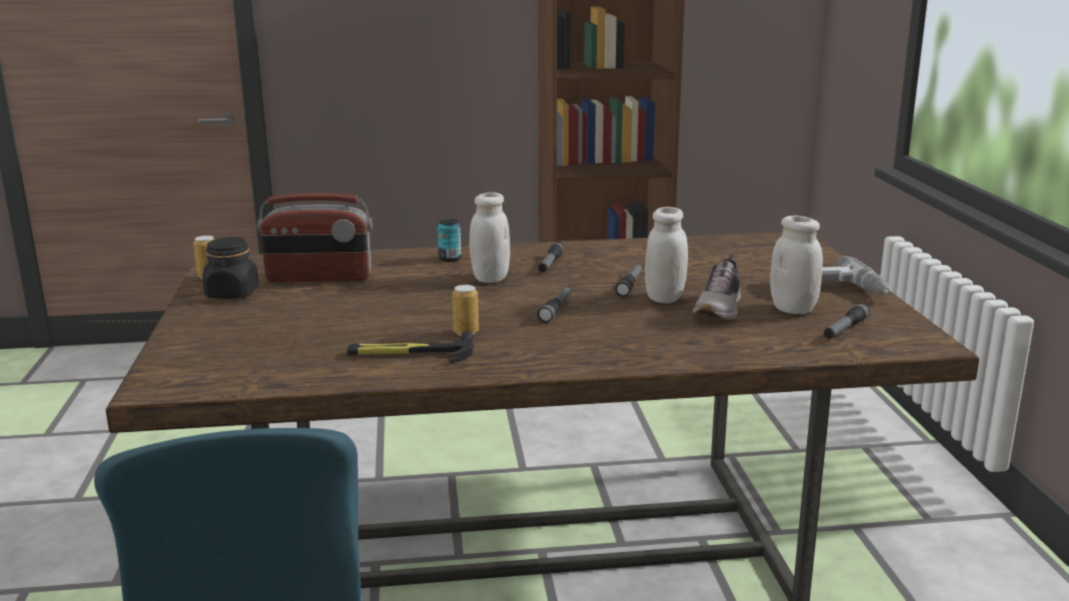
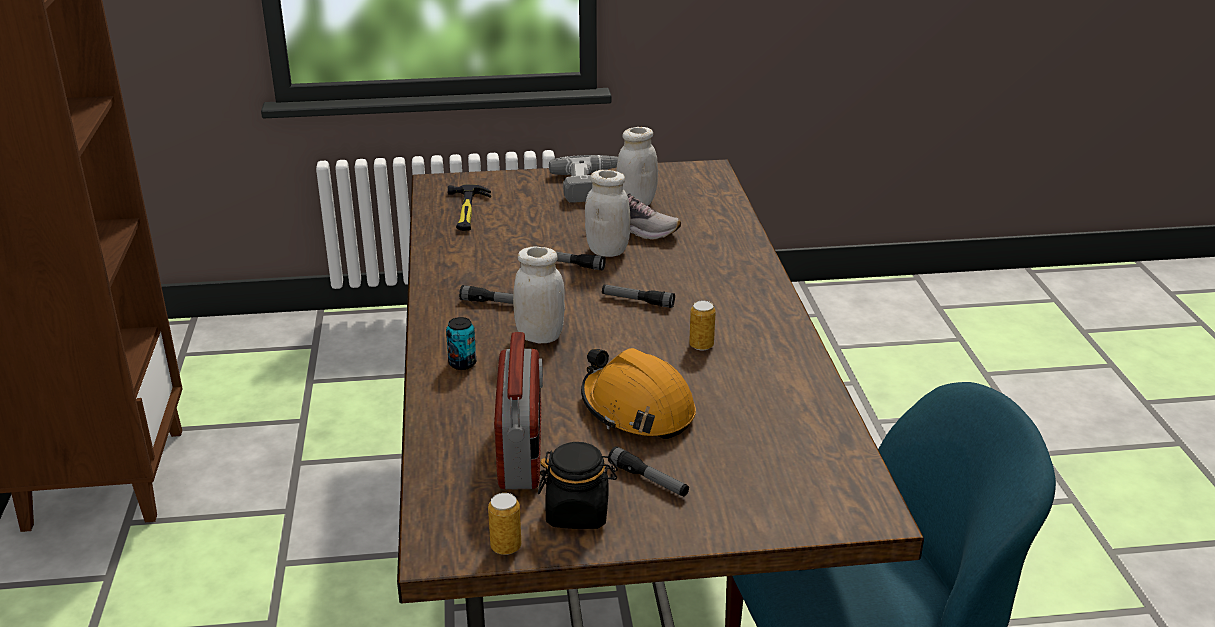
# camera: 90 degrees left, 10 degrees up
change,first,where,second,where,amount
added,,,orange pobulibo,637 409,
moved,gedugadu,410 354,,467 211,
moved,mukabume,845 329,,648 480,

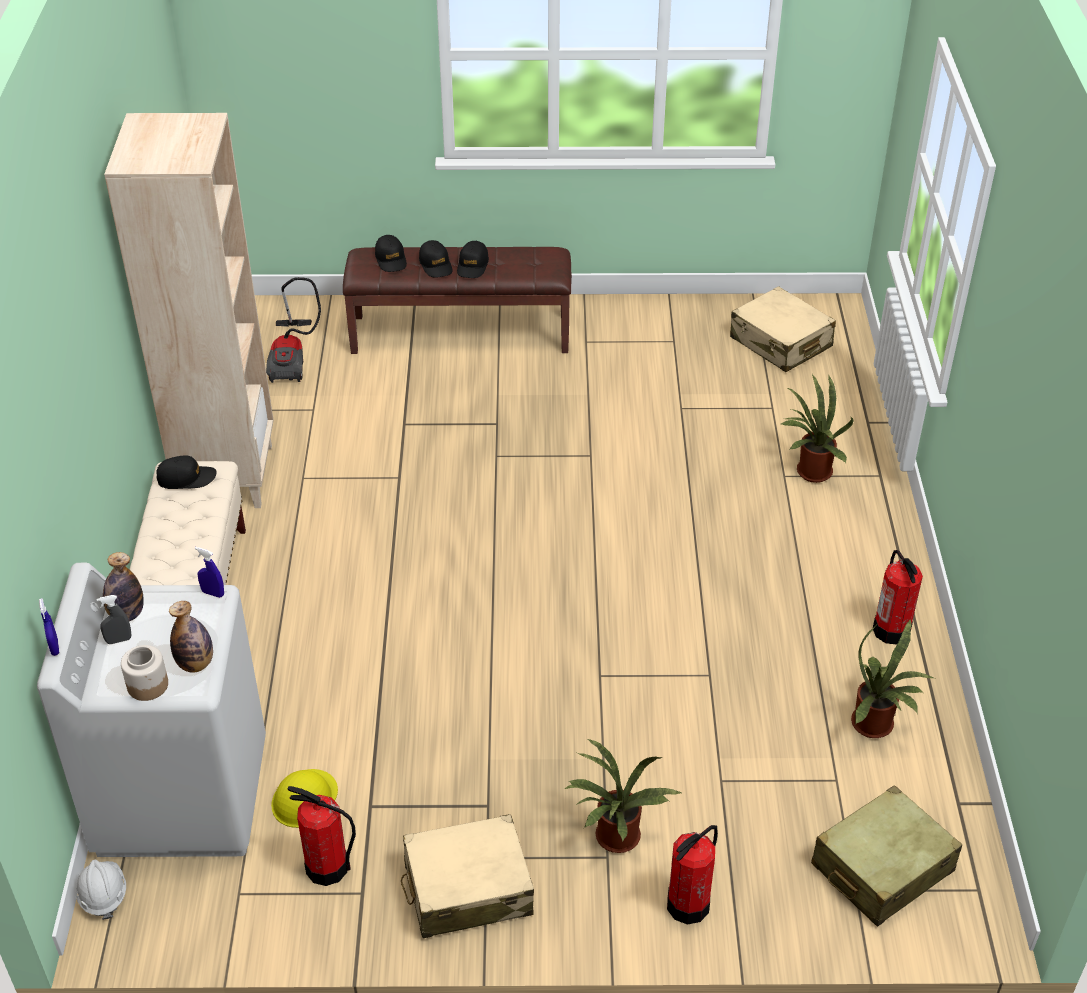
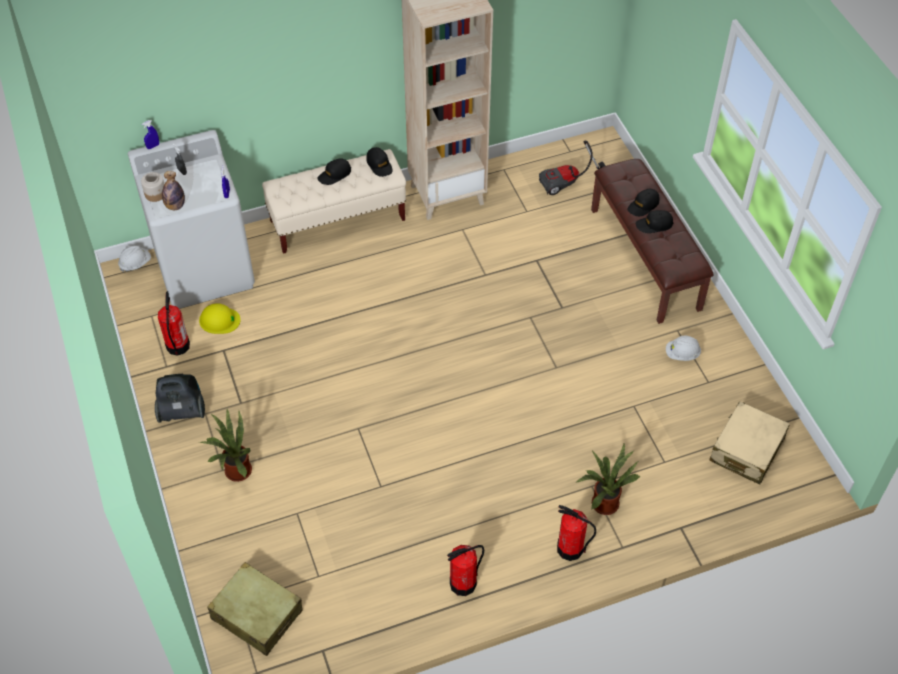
# camera: 70 degrees right, 10 degrees up
change,first,where,second,where,amount
removed,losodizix,126 614,,,
removed,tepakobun,876 726,,,
added,,,white pobulibo,682 354,
moved,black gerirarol,391 259,,334 175,
moved,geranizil,689 905,,570 549,
replaced,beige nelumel,467 889,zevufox,182 411,

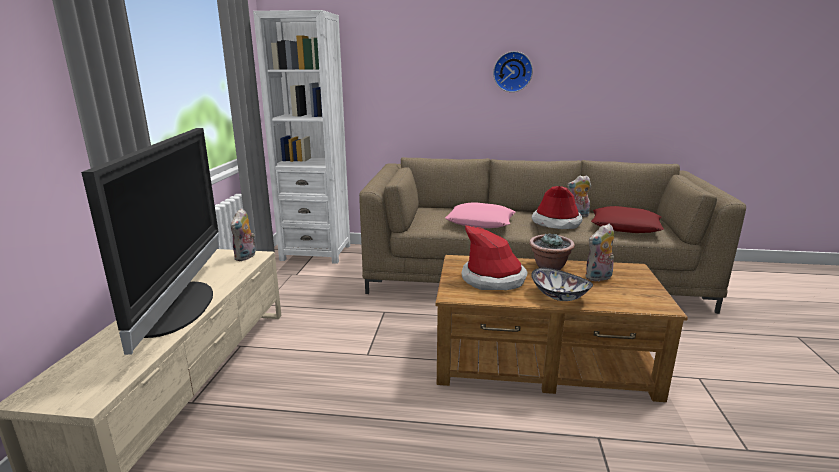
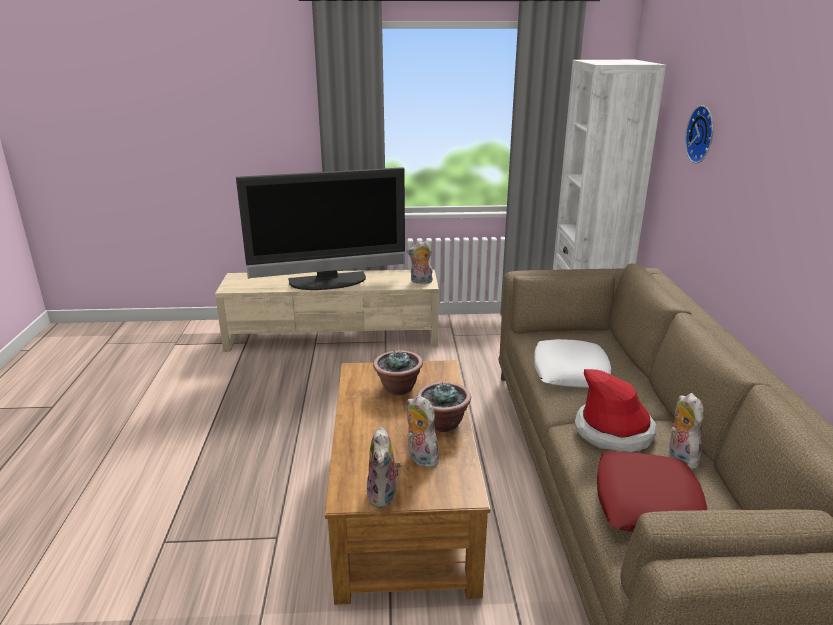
# camera: 80 degrees right, 5 degrees up
change,first,where,second,where,amount
removed,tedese,559 296,,,
added,,,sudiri,384 496,
moved,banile,512 71,,703 134,
replaced,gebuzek,493 279,tepakobun,398 388,
recoloured,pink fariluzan,480 222,white fariluzan,571 371,

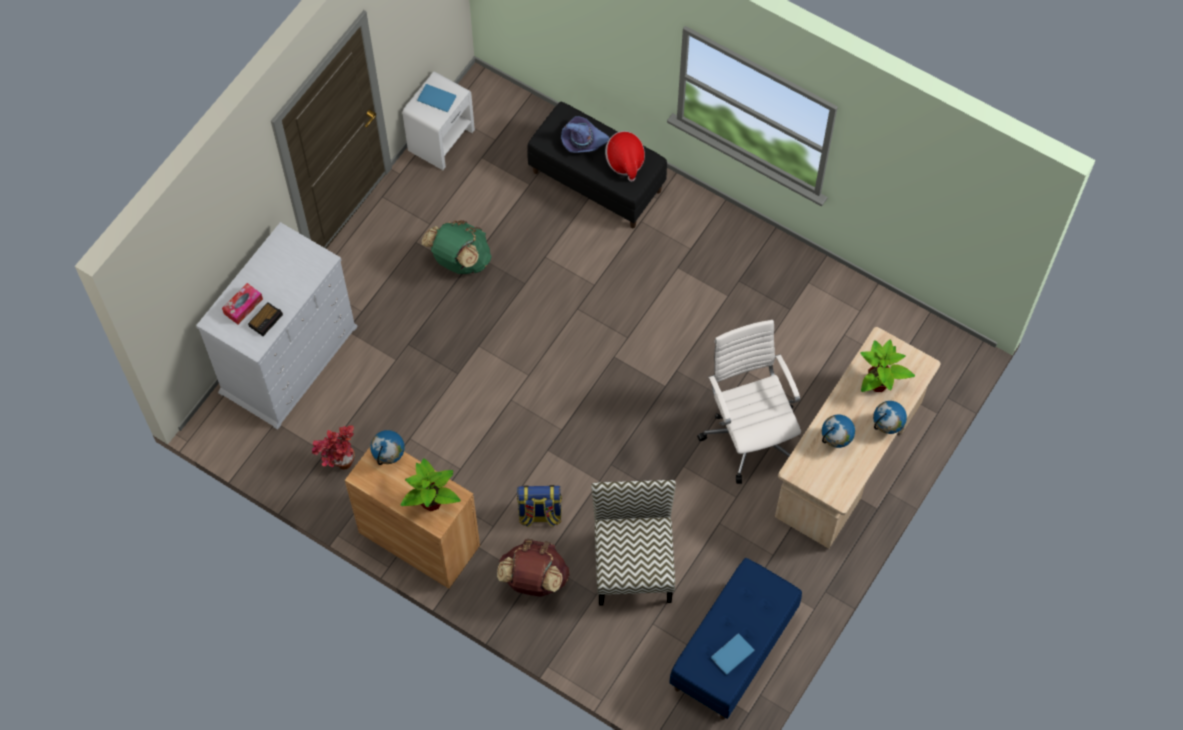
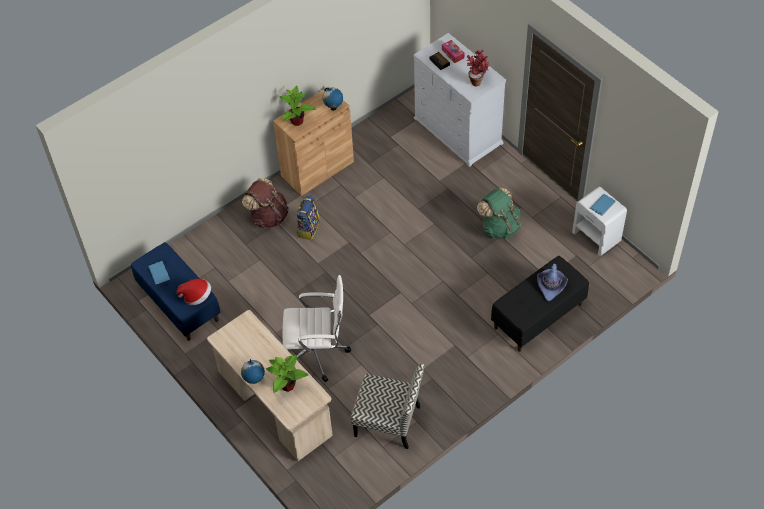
# camera: 110 degrees right, 10 degrees down
change,first,where,second,where,amount
removed,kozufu,835 441,,,
moved,tepakobun,338 462,,477 80,
moved,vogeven,632 564,,389 421,
moved,gebuzek,625 161,,197 297,

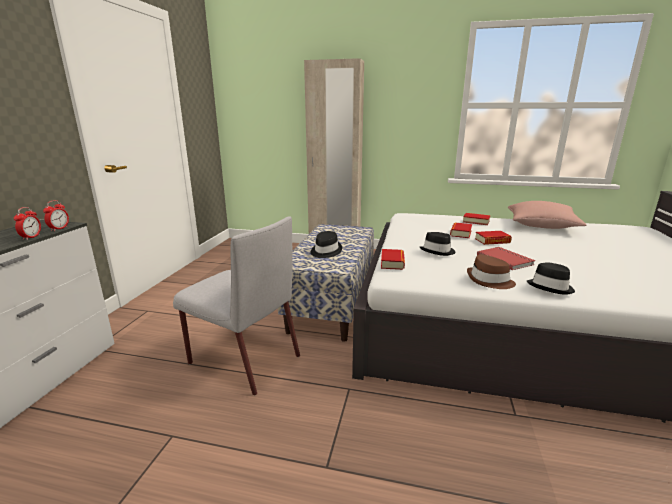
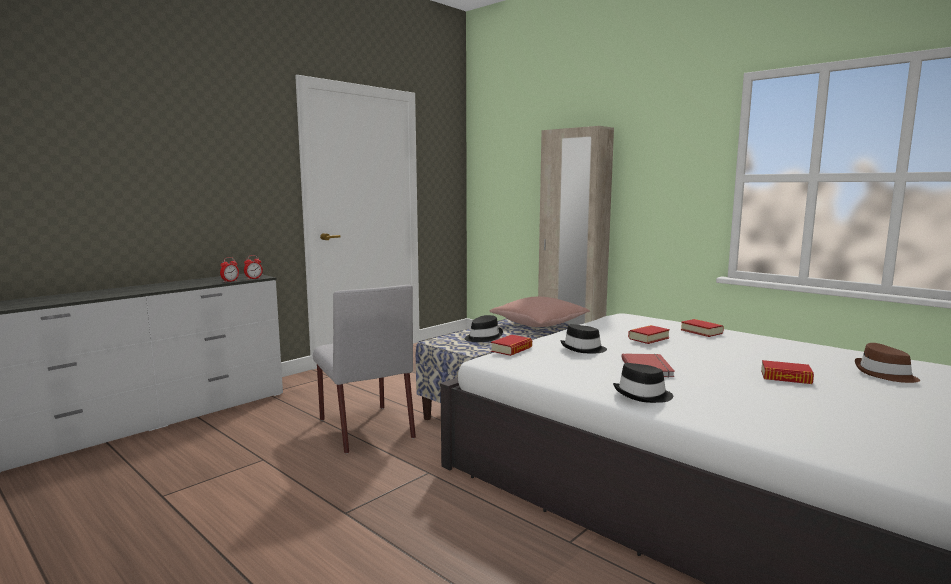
# camera: 30 degrees right, 10 degrees down
change,first,where,second,where,amount
moved,brown gebuzek,489 281,,884 374,
moved,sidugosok,492 241,,786 377,
moved,pink fariluzan,541 225,,539 324,

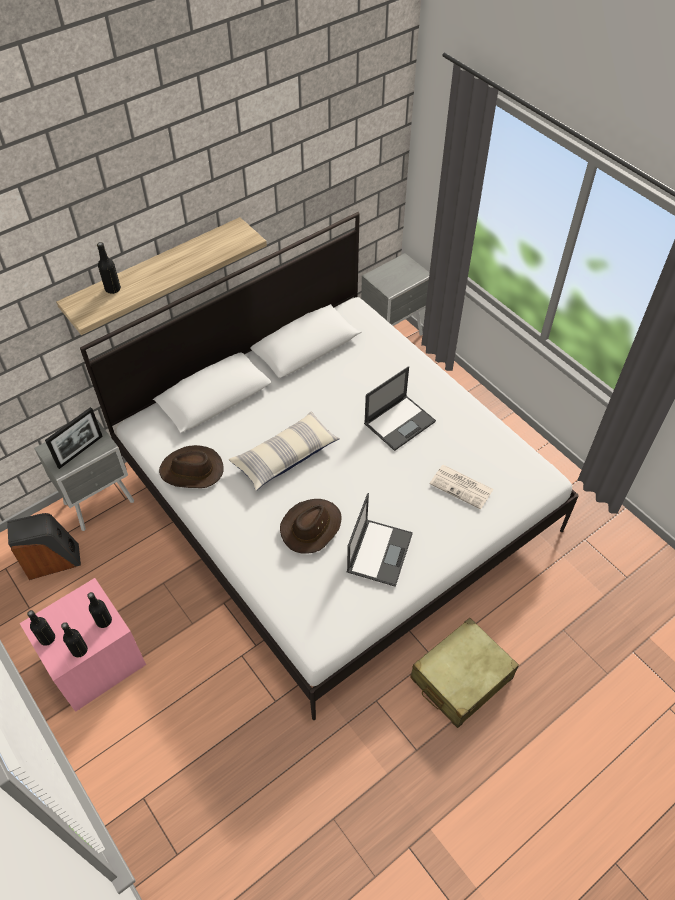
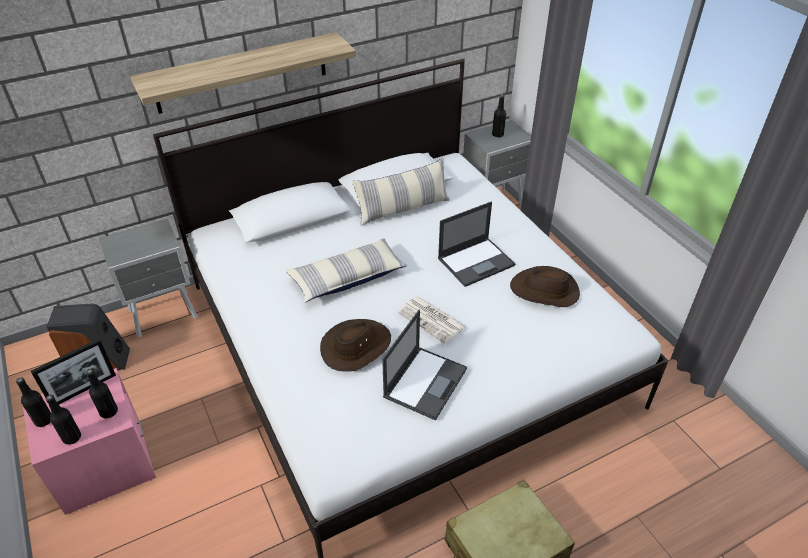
# camera: 10 degrees right, 10 degrees down
change,first,where,second,where,amount
added,,,fariluzan,403 209,
moved,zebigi,80 451,,83 390,
moved,black losodizix,113 289,,497 135,
moved,brown gebuzek,192 471,,545 291,
moved,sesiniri,462 487,,432 320,

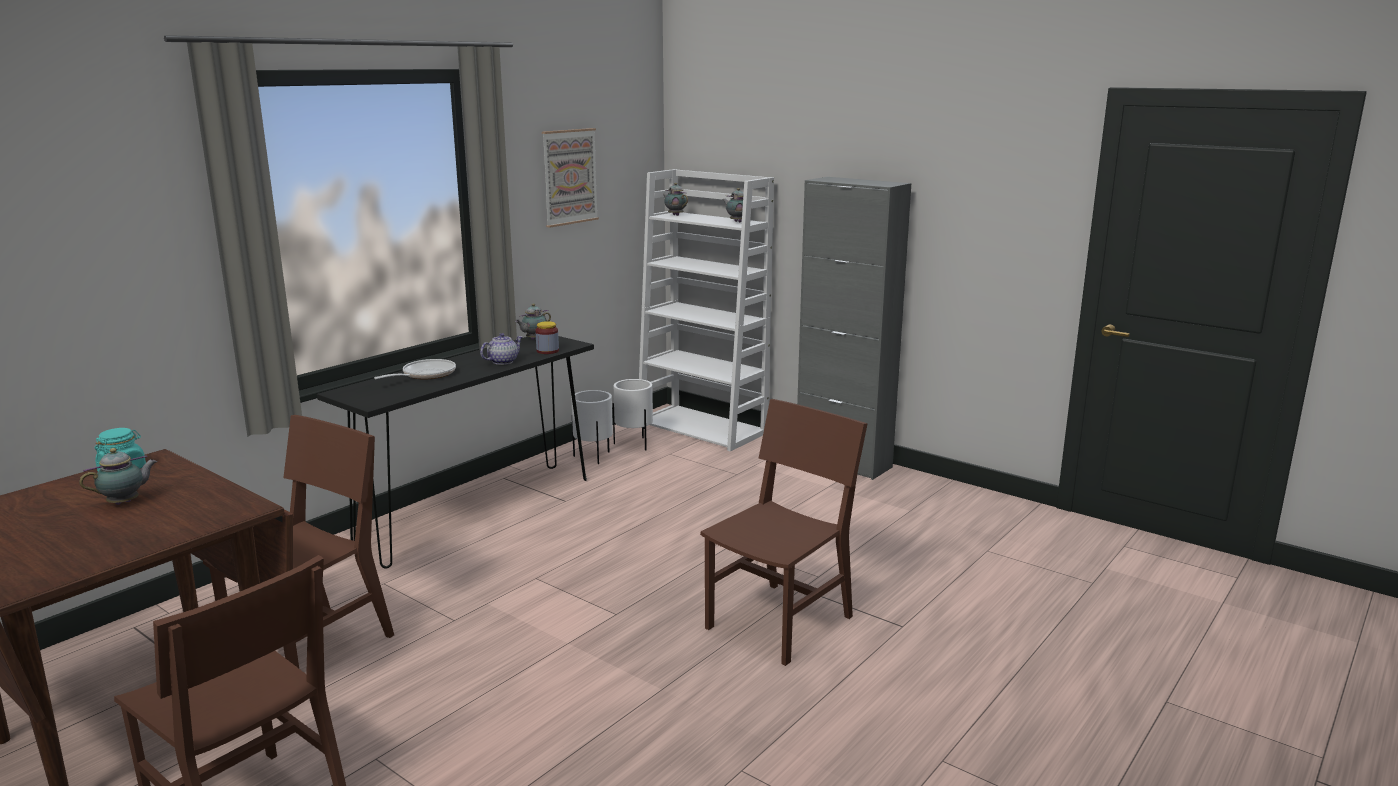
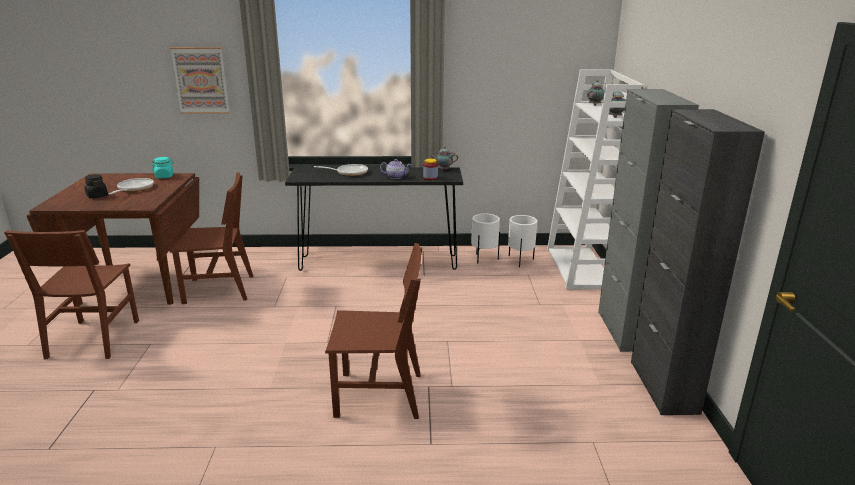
# camera: 50 degrees right, 5 degrees up
change,first,where,second,where,amount
added,,,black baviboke,97 196,
added,,,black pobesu,663 387,
moved,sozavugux,569 177,,201 80,
replaced,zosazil,126 502,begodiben,134 189,

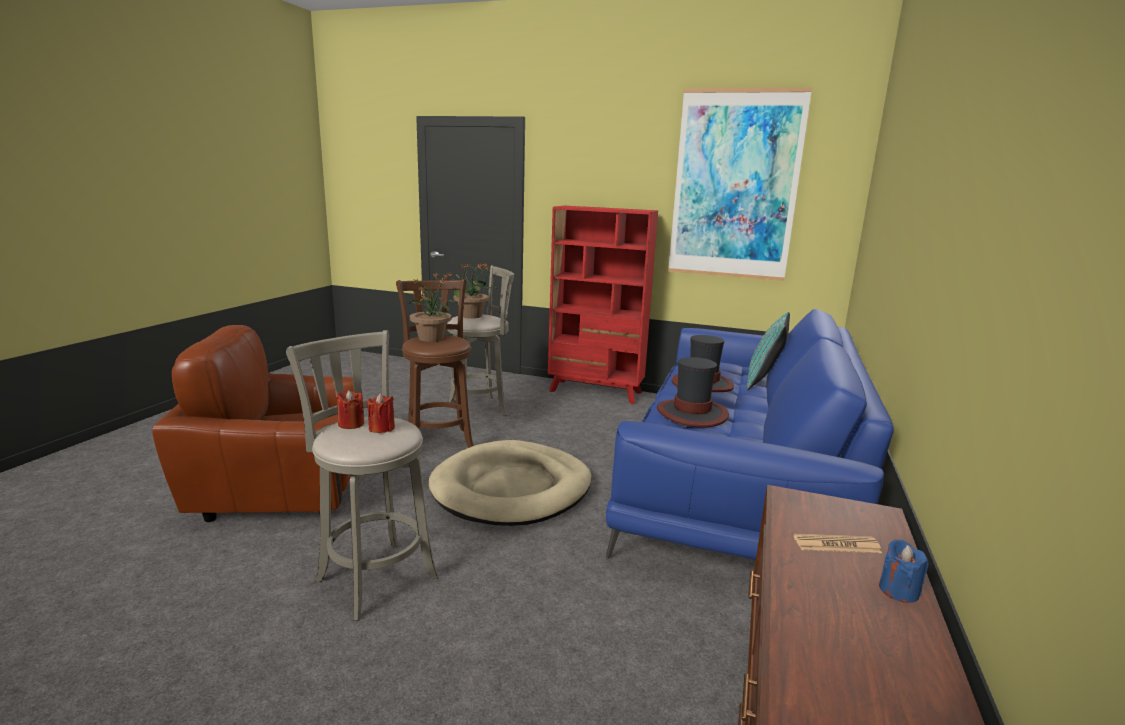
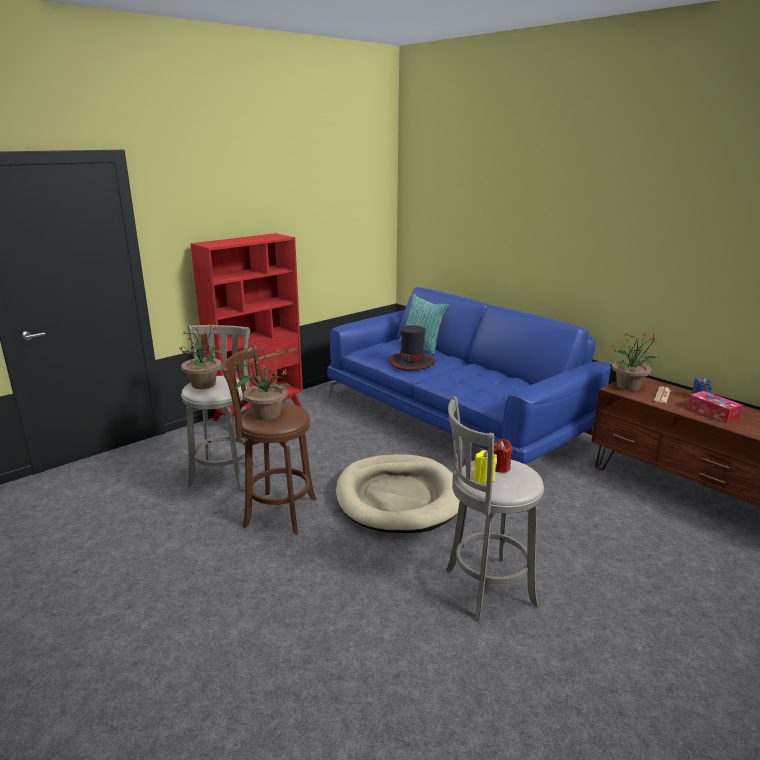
# camera: 60 degrees left, 5 degrees up
change,first,where,second,where,amount
removed,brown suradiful,281 490,,,
removed,gebuzek,692 413,,,
removed,sozavugux,735 186,,,
added,,,tepakobun,629 386,
added,,,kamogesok,713 412,
recoloured,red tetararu,351 424,yellow tetararu,484 478,

